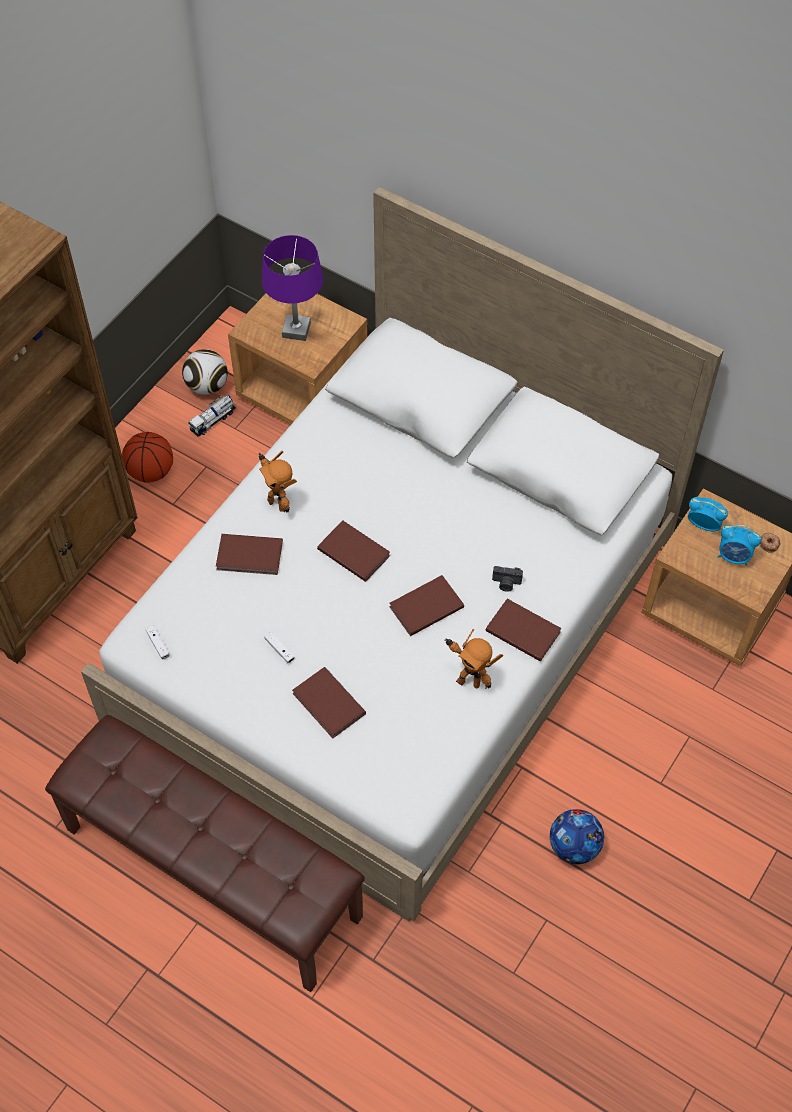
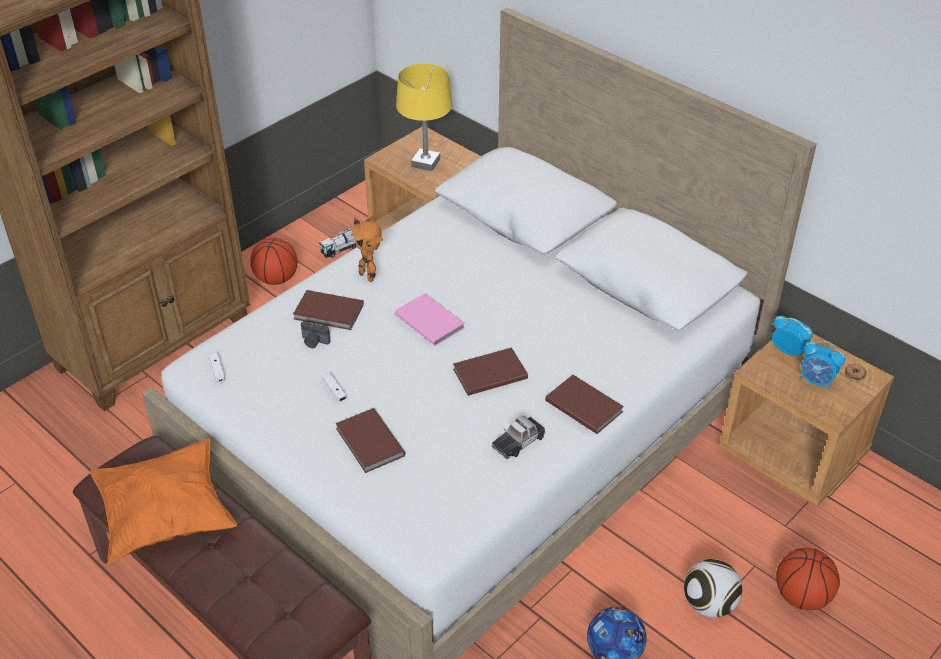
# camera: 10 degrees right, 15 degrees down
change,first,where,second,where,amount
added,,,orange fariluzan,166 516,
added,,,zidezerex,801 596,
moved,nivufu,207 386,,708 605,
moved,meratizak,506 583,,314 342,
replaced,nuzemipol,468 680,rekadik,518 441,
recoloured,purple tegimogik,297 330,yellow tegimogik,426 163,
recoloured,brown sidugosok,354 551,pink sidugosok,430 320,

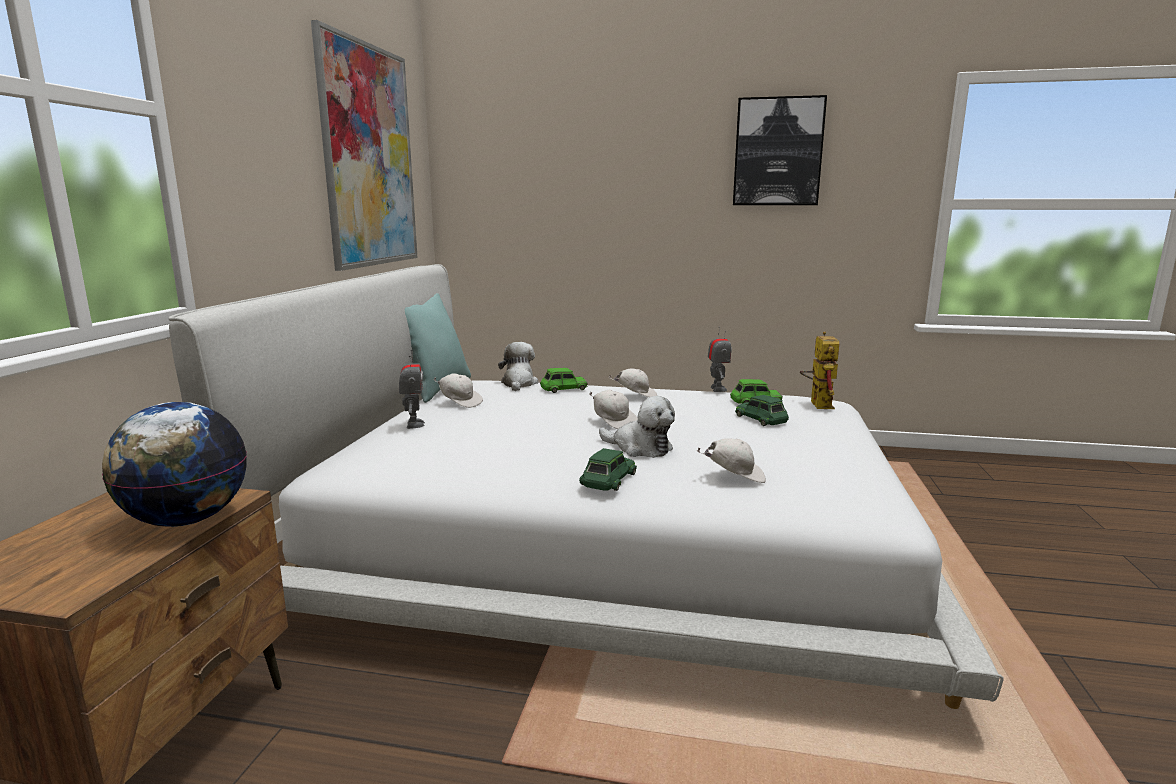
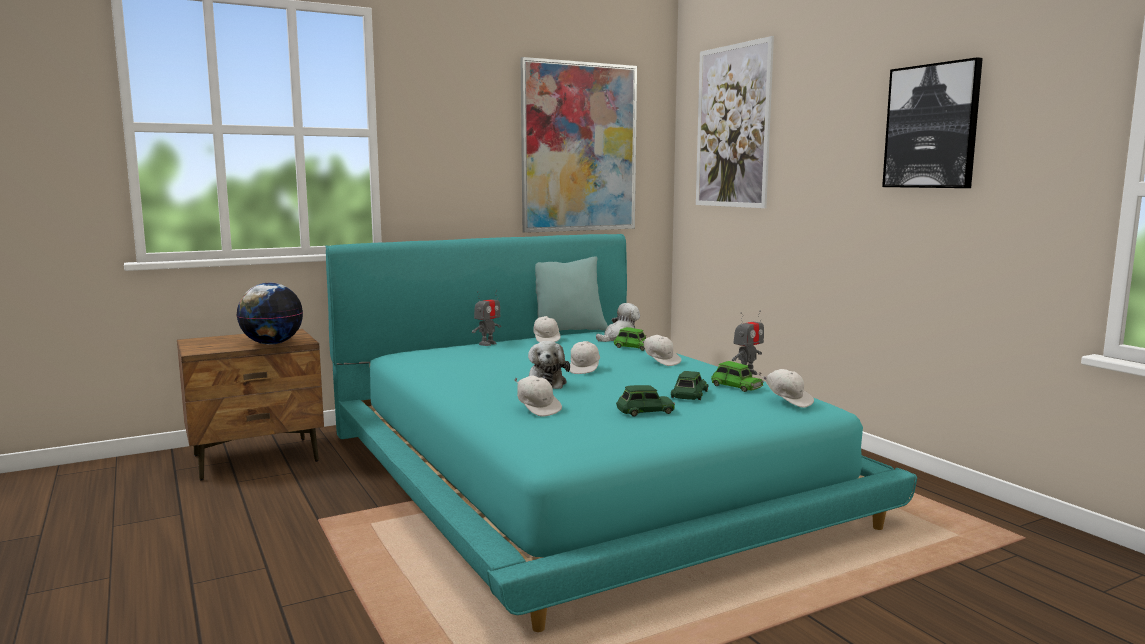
# camera: 50 degrees right, 5 degrees down
change,first,where,second,where,amount
added,,,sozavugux,732 126,
moved,green rekadik,608 480,,645 411,
replaced,nuzemipol,817 403,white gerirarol,787 401,
recoloured,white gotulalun,604 541,turquoise gotulalun,577 473,

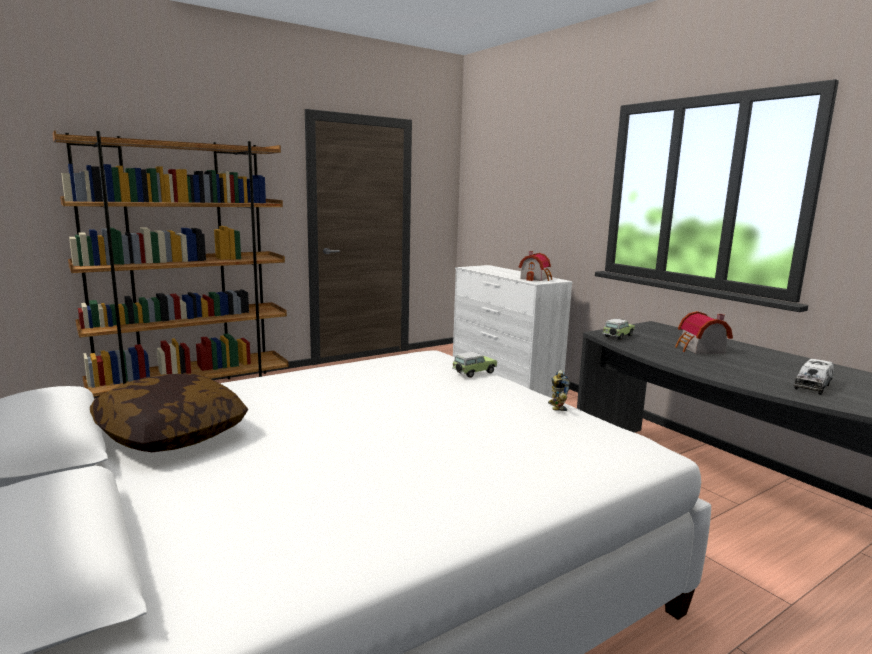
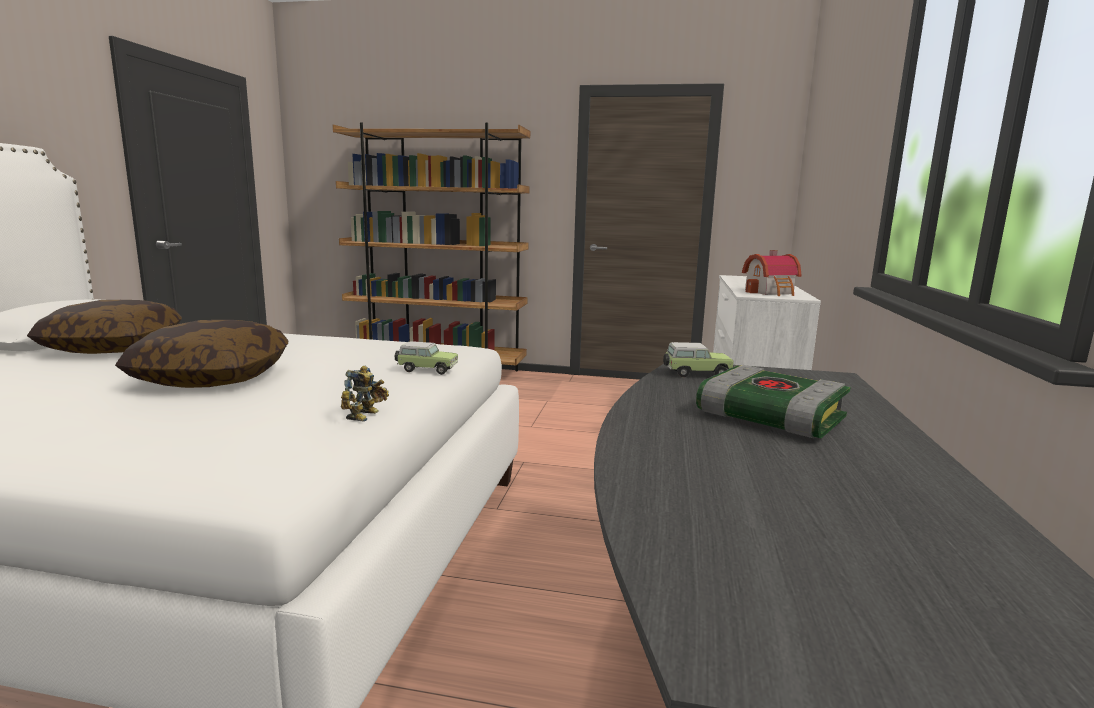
# camera: 45 degrees right, 0 degrees up
change,first,where,second,where,amount
removed,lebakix,812 386,,,
added,,,fariluzan,213 378,
replaced,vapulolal,700 349,sidugosok,768 417,
turned,nuzemipol,555 407,,366 415,150 degrees clockwise

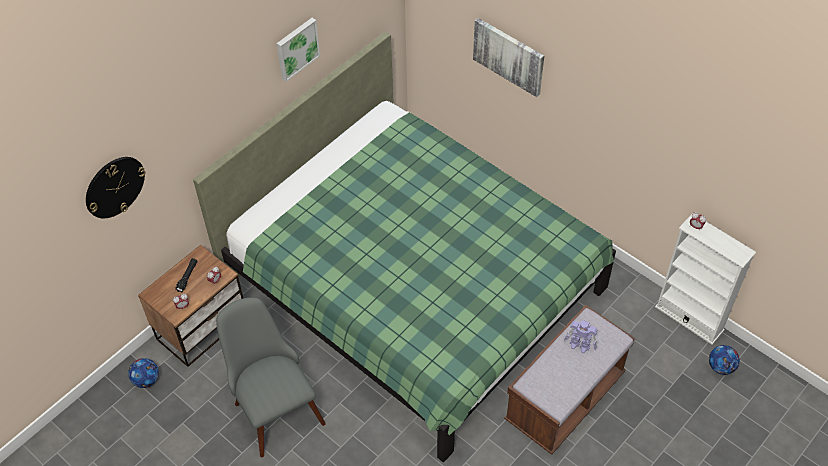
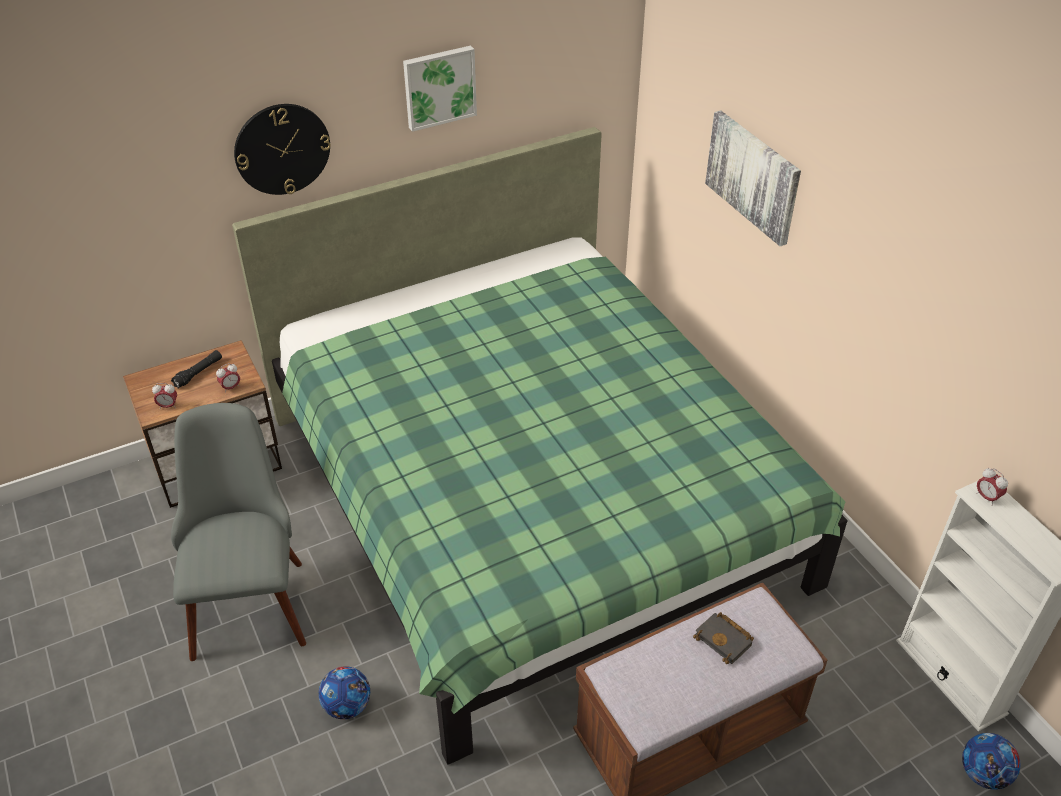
# camera: 20 degrees right, 10 degrees down
change,first,where,second,where,amount
moved,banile,114 187,,282 149,
moved,nivufu,146 380,,347 706,
replaced,nuzemipol,580 345,black sidugosok,725 640,

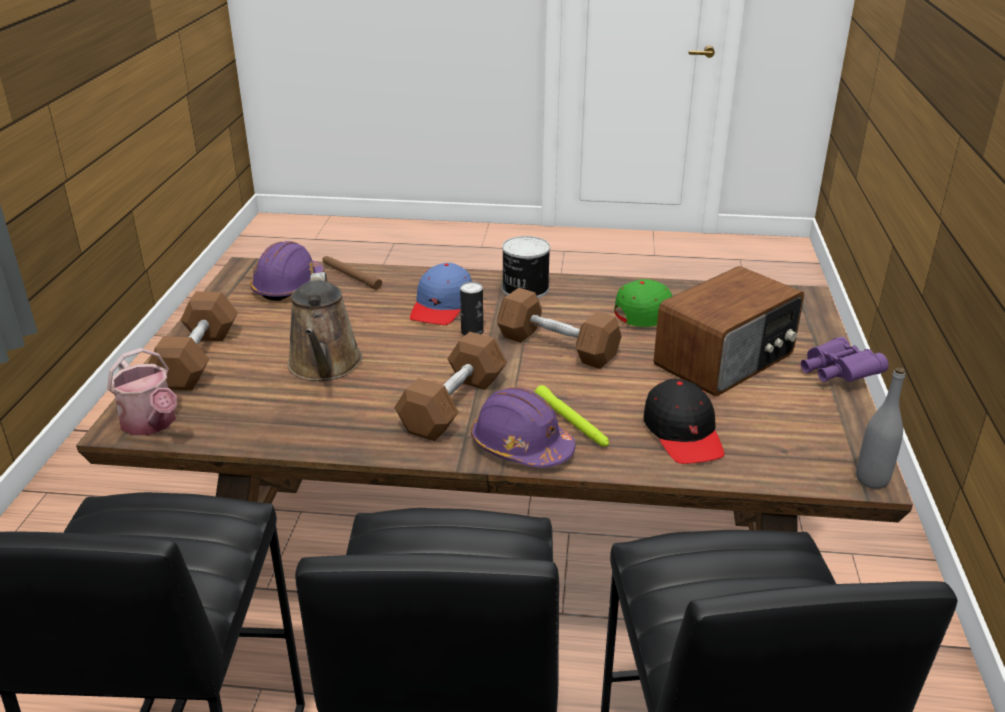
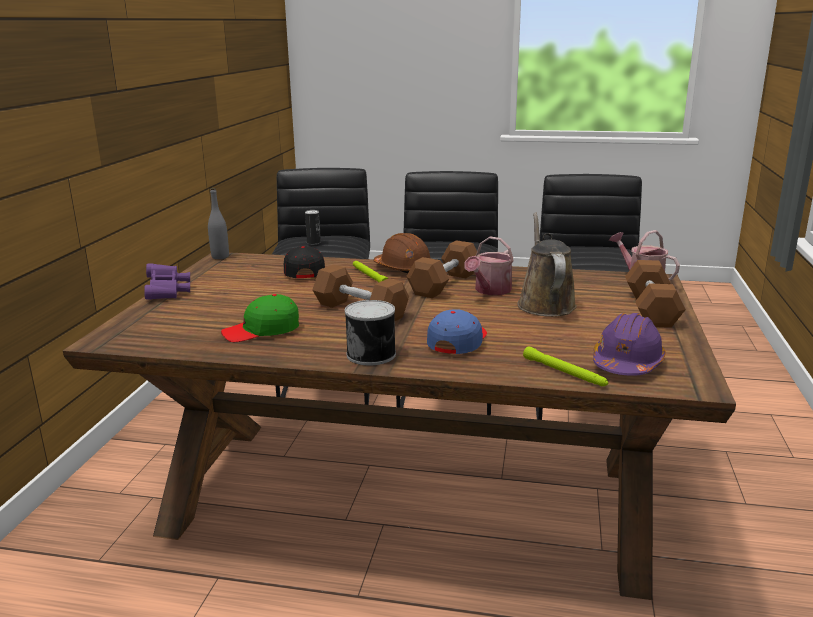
# camera: 175 degrees left, 10 degrees down
change,first,where,second,where,amount
removed,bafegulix,726 360,,,
added,,,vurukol,490 291,
moved,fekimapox,472 332,,313 242,
recoloured,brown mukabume,350 276,green mukabume,564 373,
recoloured,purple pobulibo,521 446,brown pobulibo,404 269,

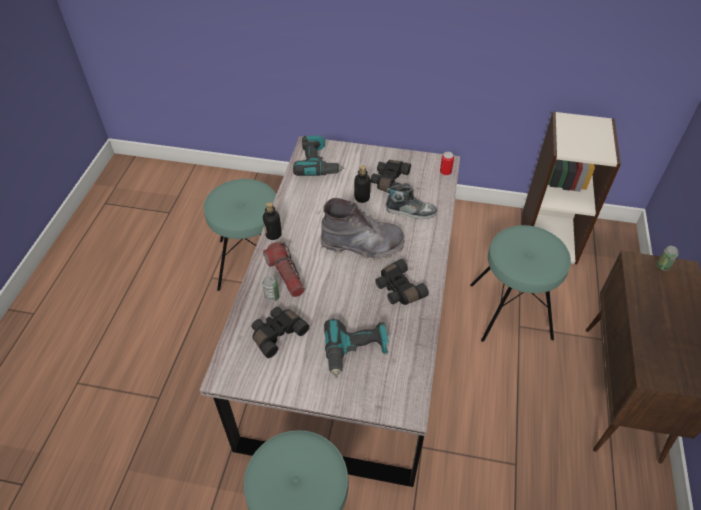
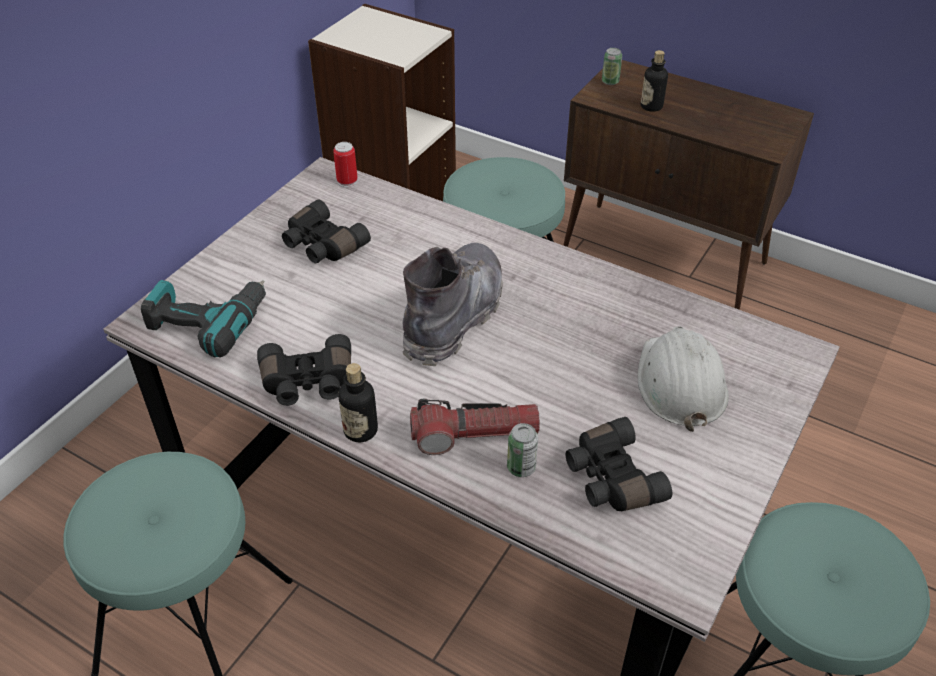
# camera: 70 degrees left, 5 degrees down
change,first,where,second,where,amount
removed,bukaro,410 211,,,
moved,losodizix,362 198,,651 106,
moved,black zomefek,398 289,,308 383,
replaced,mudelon,356 351,white pobulibo,679 383,

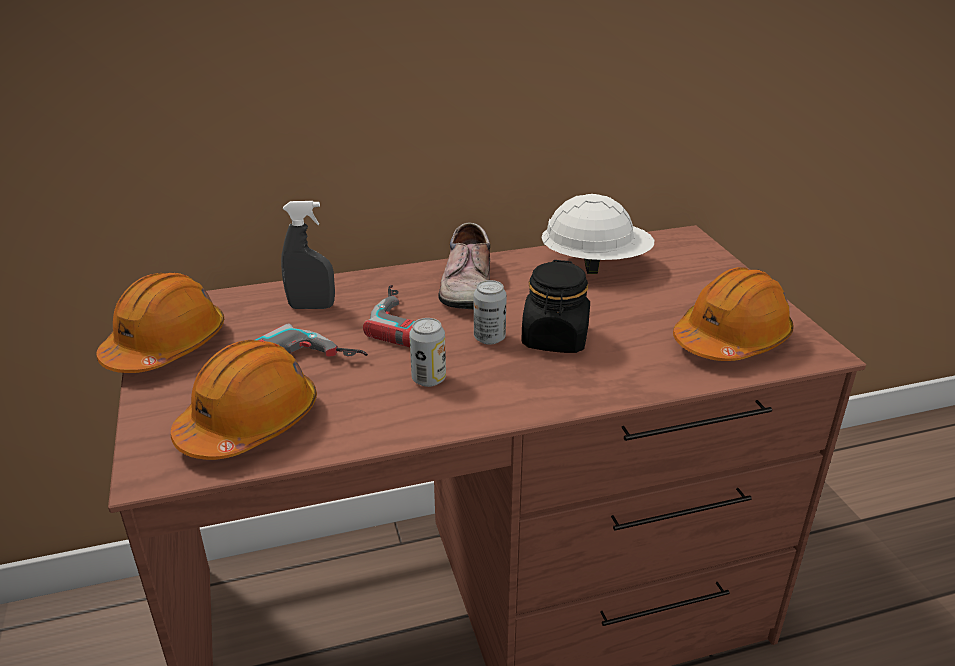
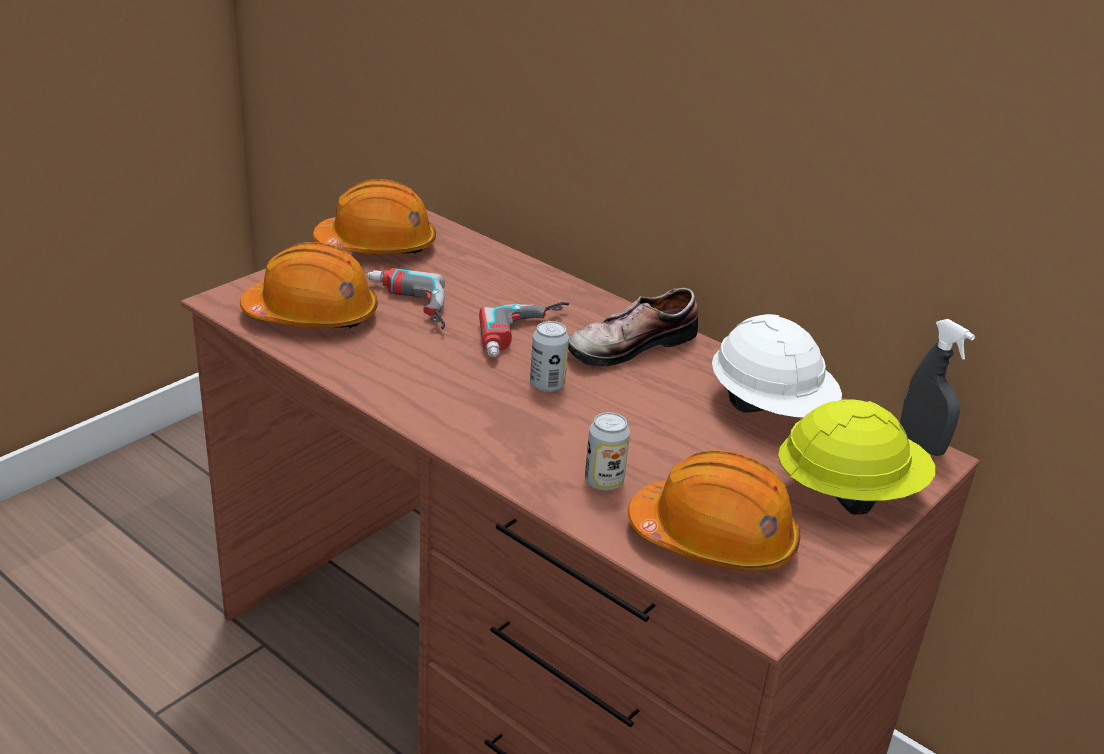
# camera: 55 degrees right, 0 degrees up
change,first,where,second,where,amount
removed,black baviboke,555 339,,,
added,,,yellow pobulibo,847 493,
moved,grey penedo,312 307,,921 444,
moved,fekimapox,428 379,,603 482,

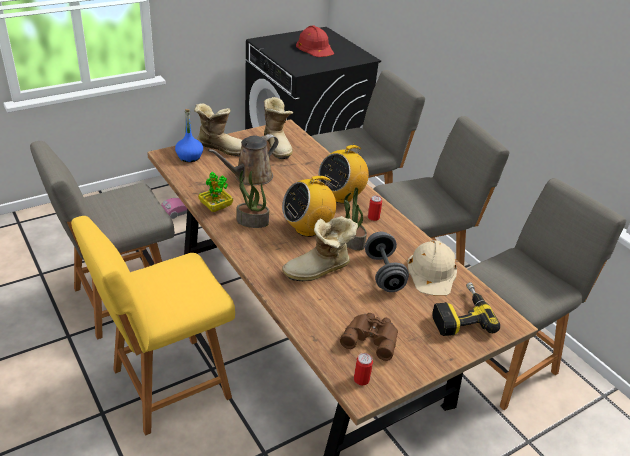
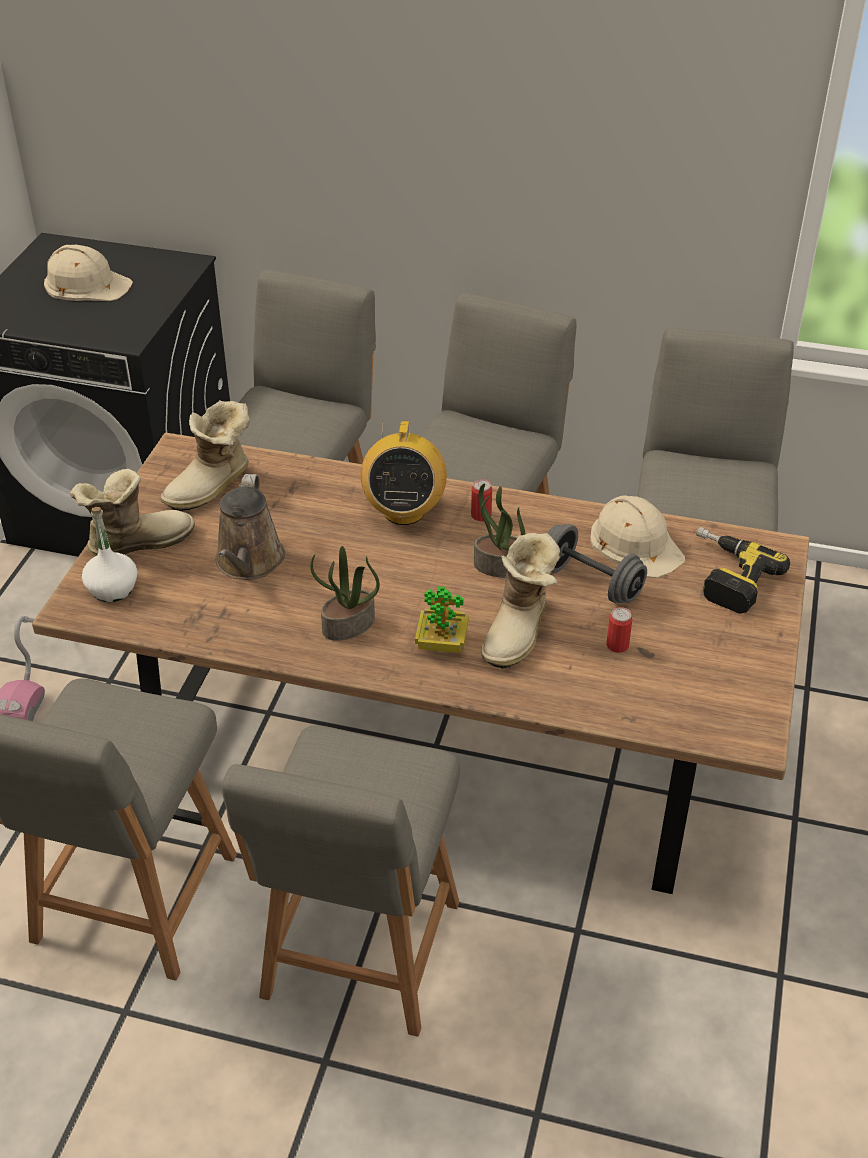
# camera: 40 degrees left, 5 degrees up
change,first,where,second,where,amount
removed,bafegulix,307 228,,,
removed,brown zomefek,371 337,,,
moved,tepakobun,216 207,,442 644,
moved,fekimapox,361 379,,617 645,
recoloured,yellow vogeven,167 385,grey vogeven,359 956,
recoloured,blue losodizix,189 157,white losodizix,112 589,
recoloured,red pobulibo,315 47,beige pobulibo,86 284,
turned,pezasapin,278 145,,212 487,105 degrees clockwise

